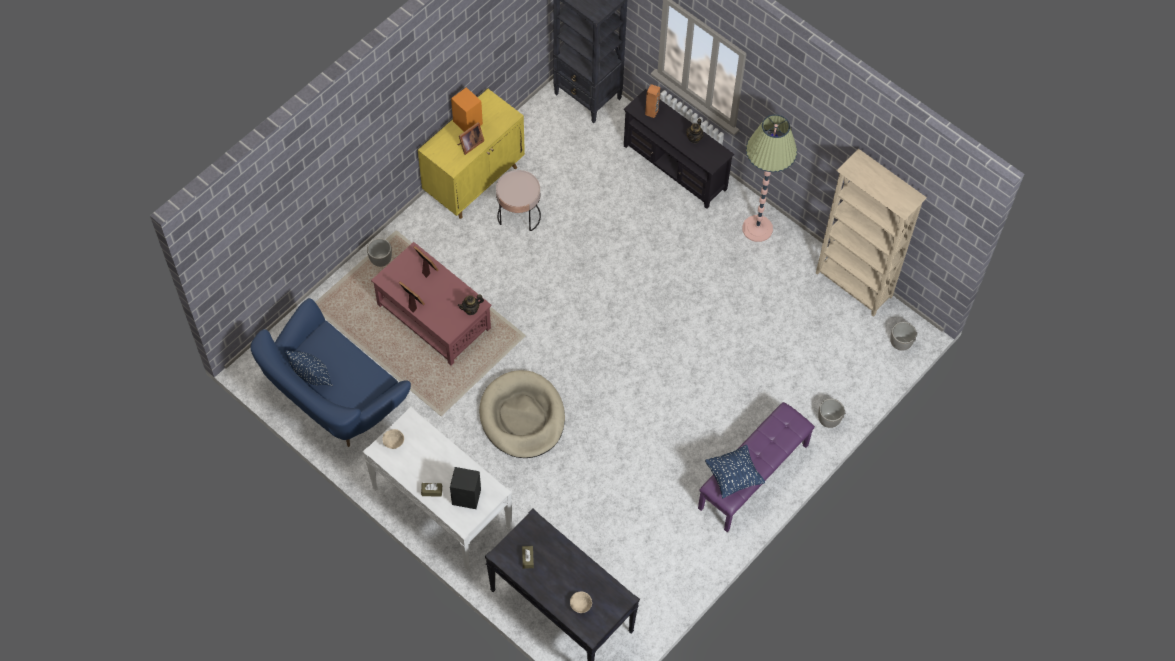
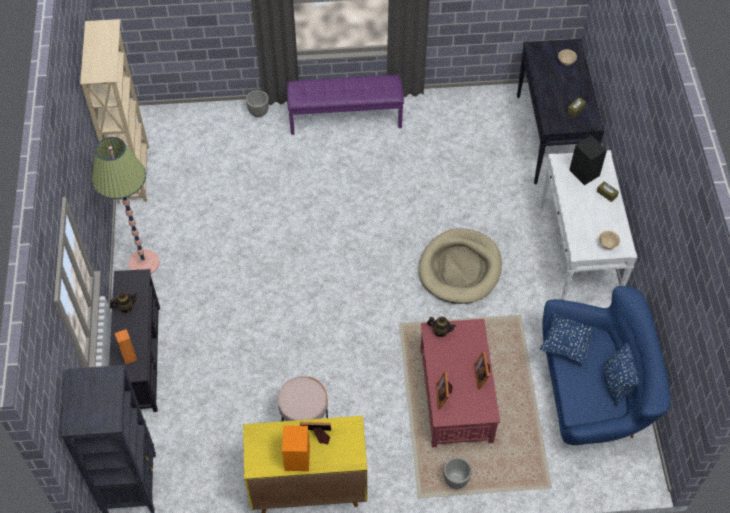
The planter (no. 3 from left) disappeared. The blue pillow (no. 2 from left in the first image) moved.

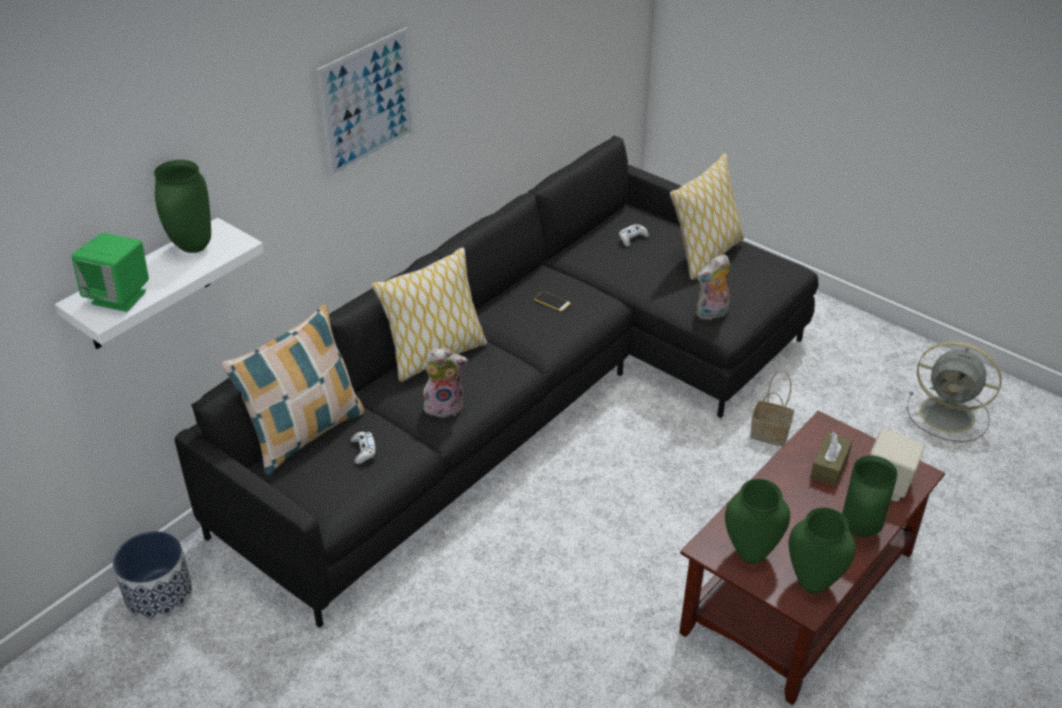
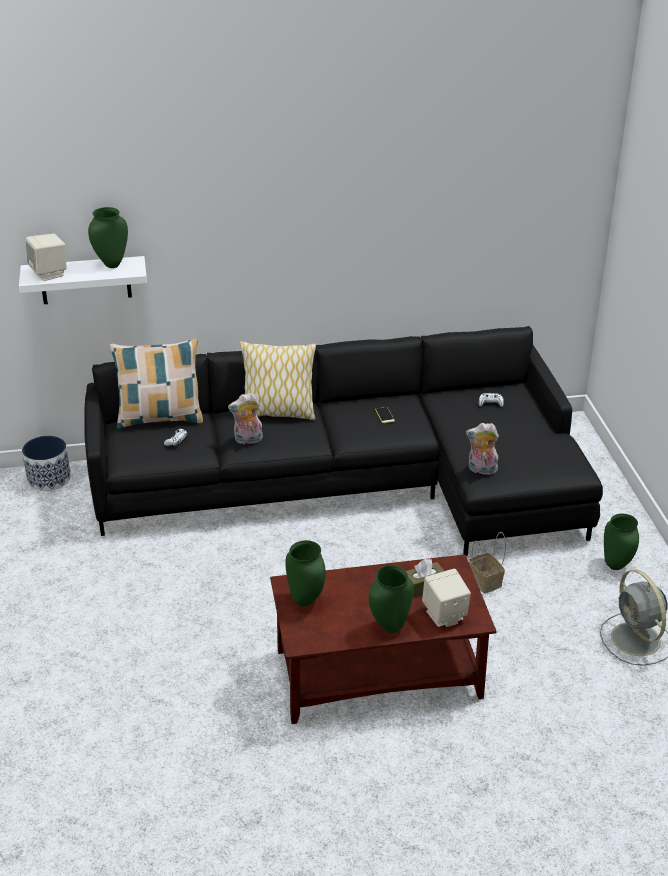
The picture disappeared. The pillow (no. 3 from left) disappeared. The green vase (no. 3 from left in the first image) moved. The green speaker became the beige speaker (no. 1 from left). The plush toy (no. 1 from left) turned 135 degrees clockwise.

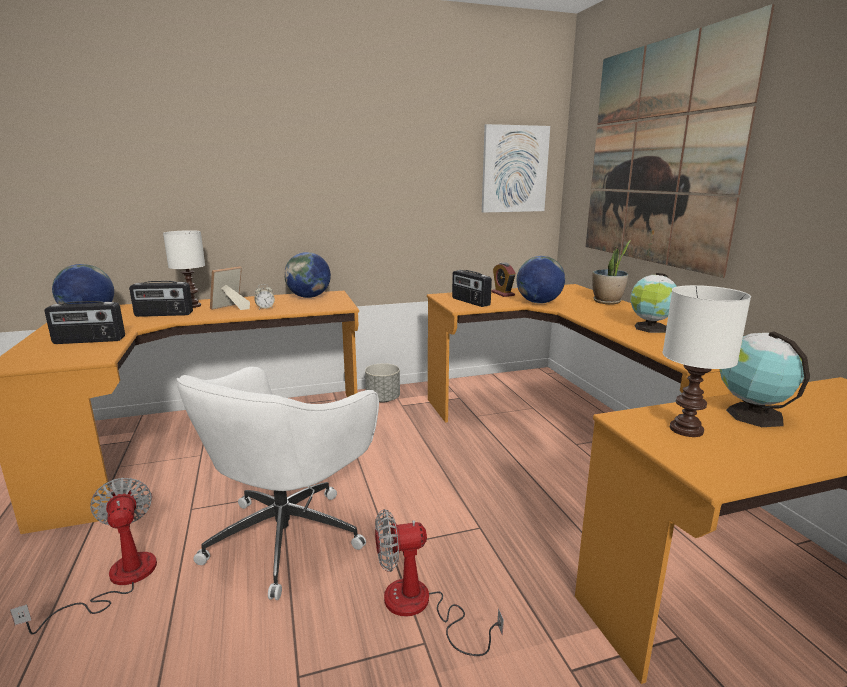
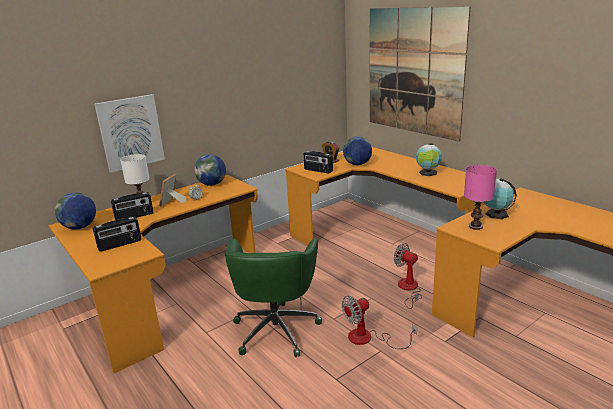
The grey planter disappeared. The potted plant disappeared. The fan (no. 1 from left in the first image) moved. The picture (no. 1 from left) moved. The white office chair became the green office chair. The white table lamp (no. 2 from left) became the pink table lamp.

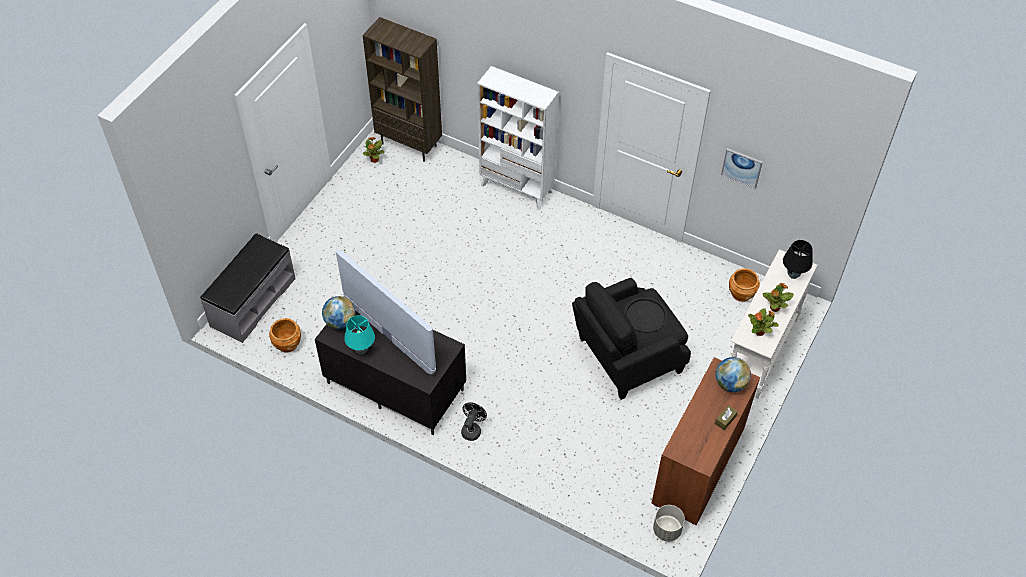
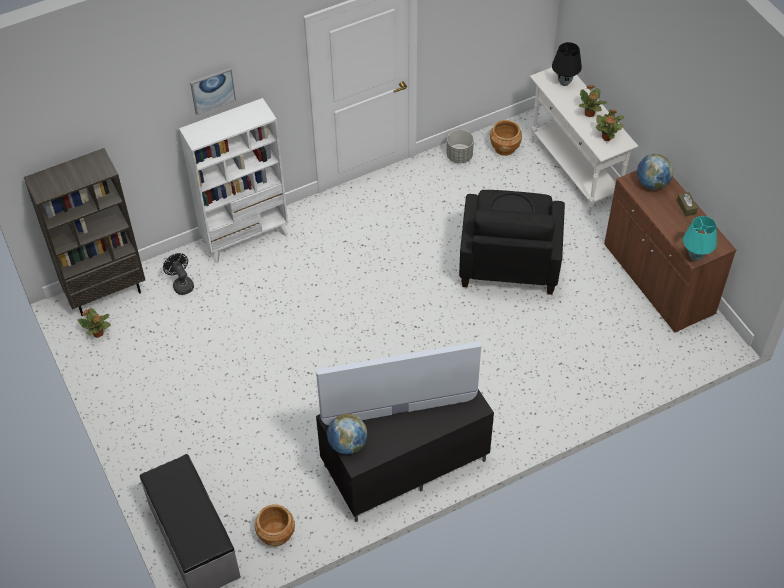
The turquoise table lamp moved. The black fan moved. The grey planter moved. The picture moved.

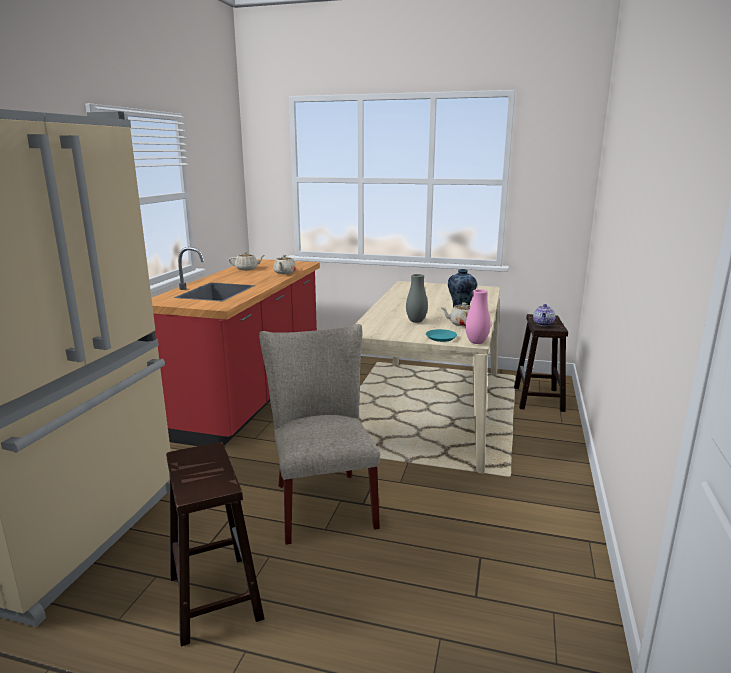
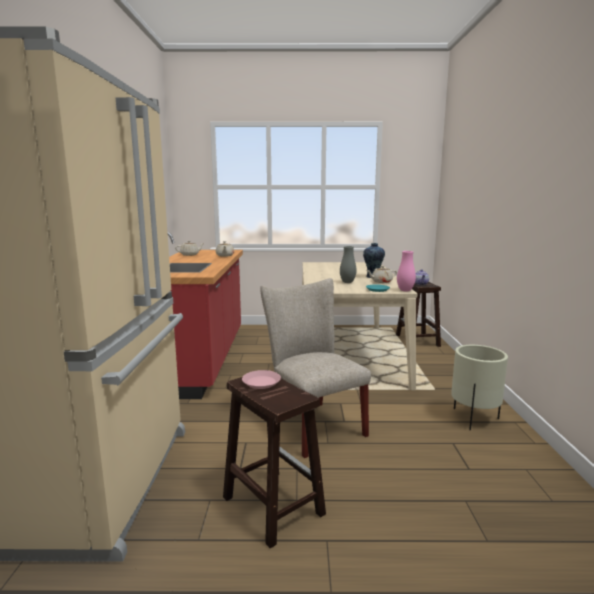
The pink plate appeared. The beige planter appeared.

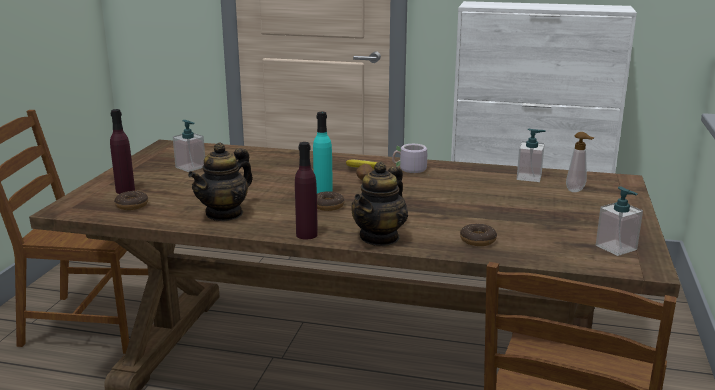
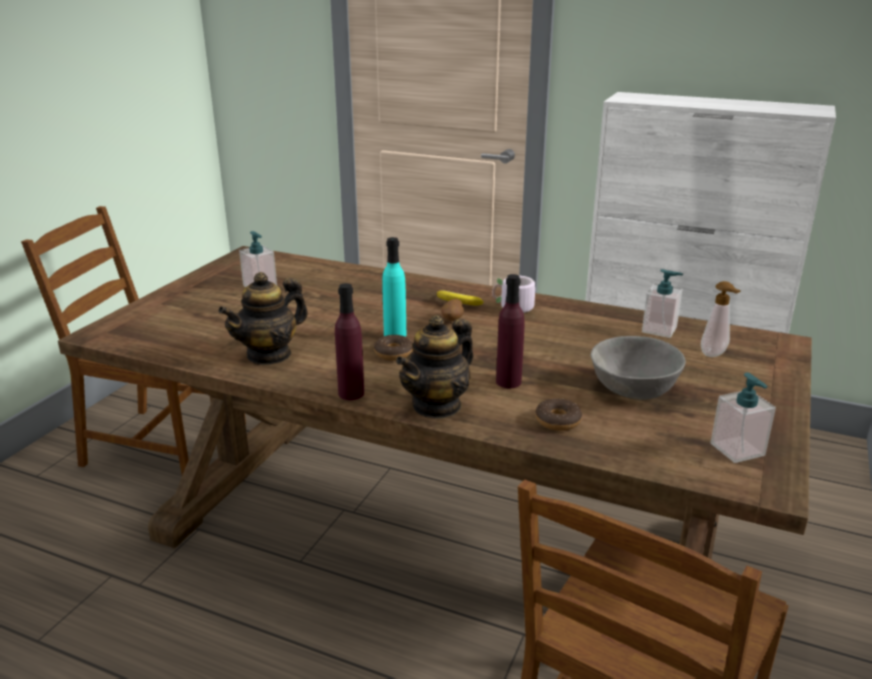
The donut (no. 1 from left) disappeared. The grey bowl appeared. The purple bottle (no. 1 from left in the first image) moved.

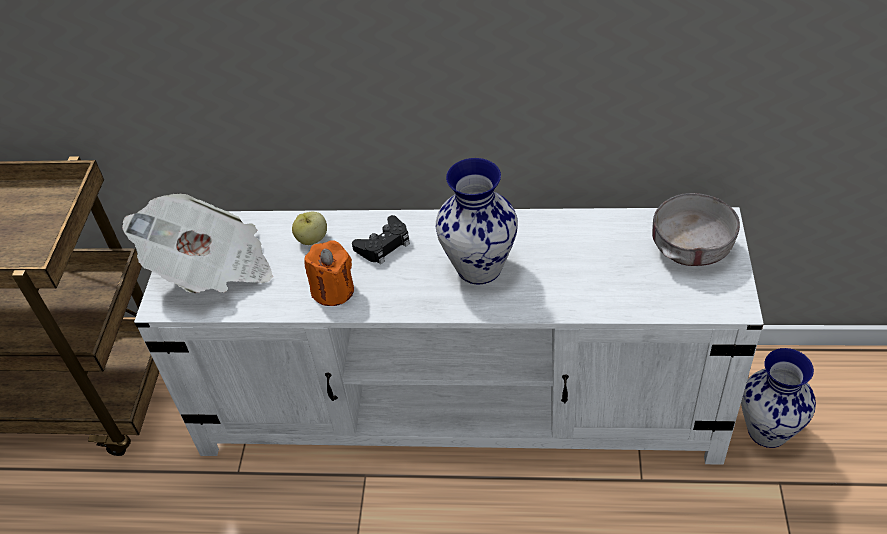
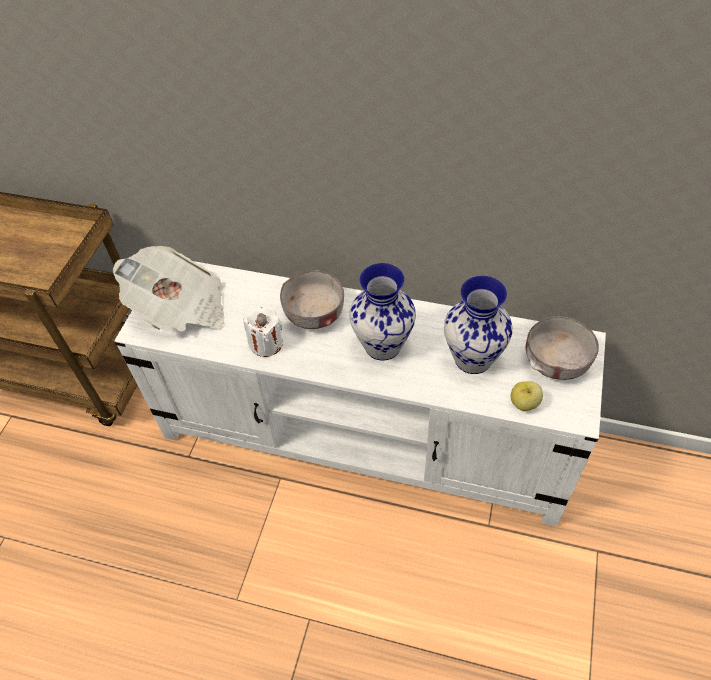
The apple moved. The vase (no. 2 from left) moved. The black game controller was replaced by the grey bowl (no. 1 from left). The orange candle became the white candle.

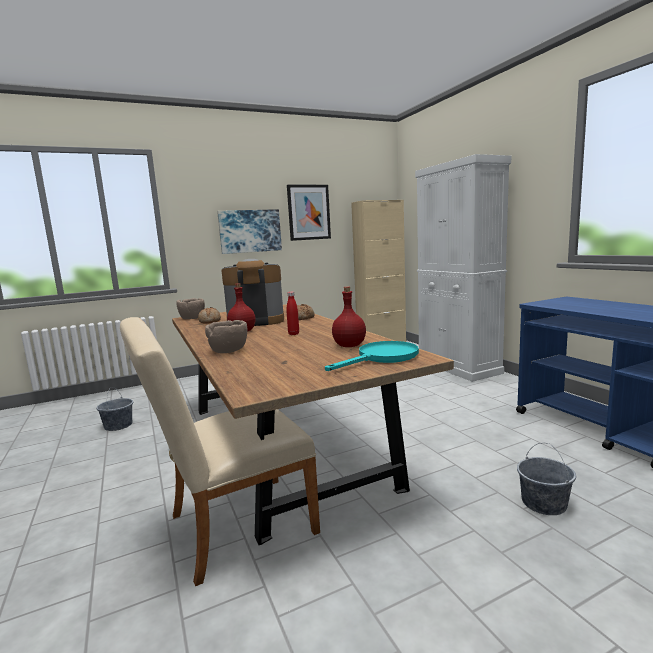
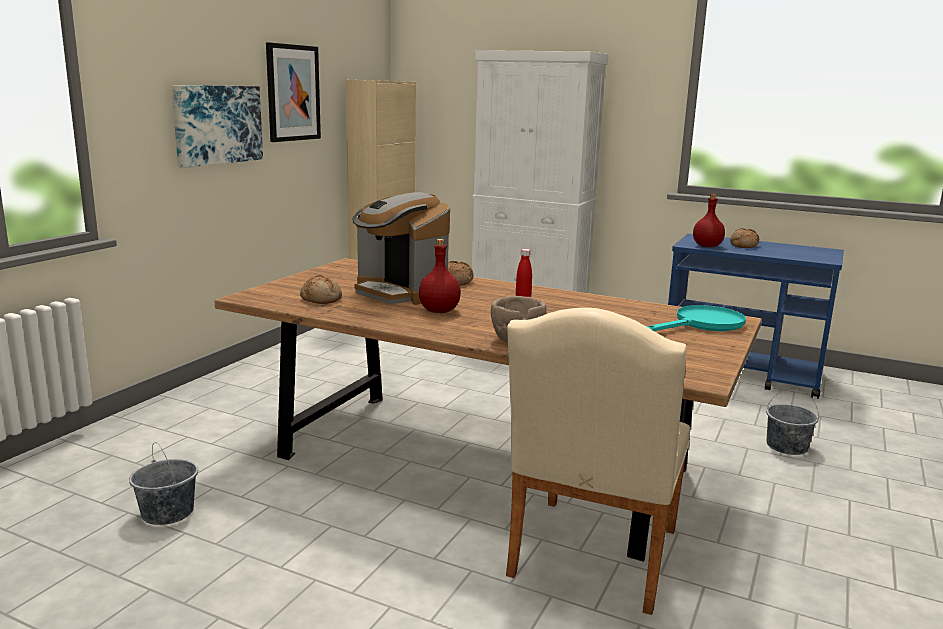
The brown bowl (no. 1 from left) disappeared. The bread (no. 3 from left) appeared. The red bottle (no. 3 from left) moved. The coffee machine turned 90 degrees counterclockwise. The turquoise frying pan turned 45 degrees clockwise.

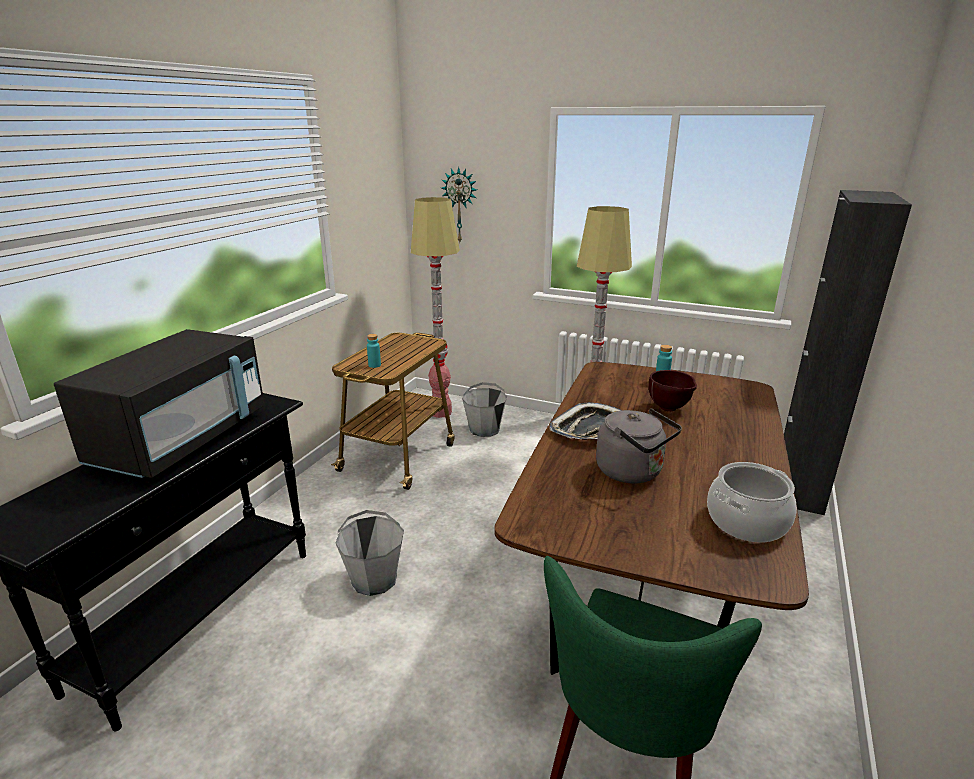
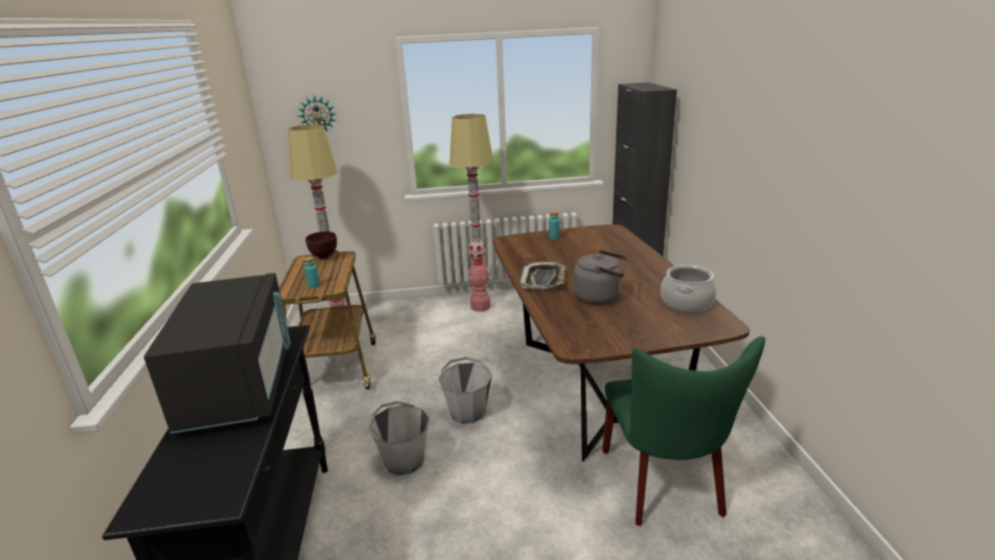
The grey bucket (no. 2 from left) moved. The brown bowl moved.

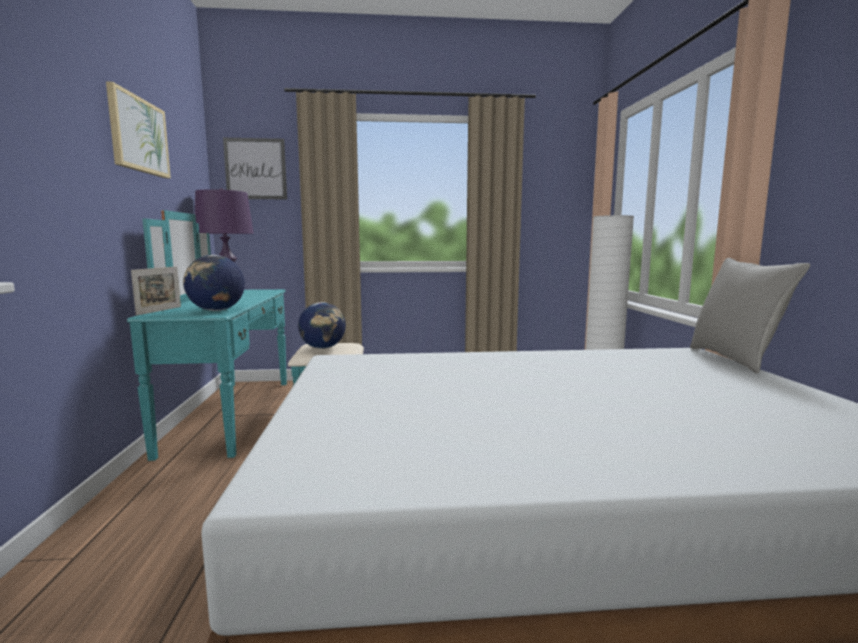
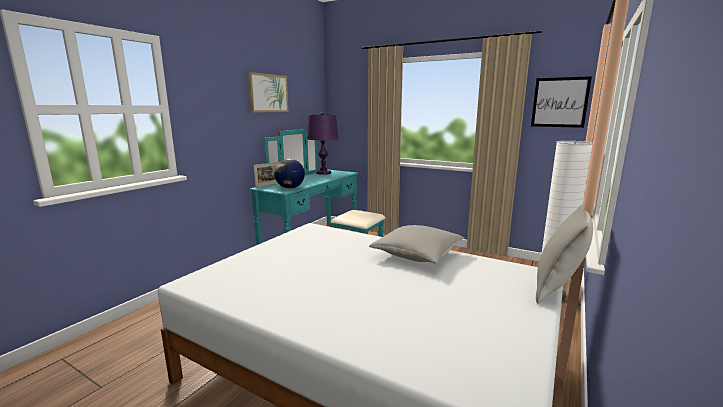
The globe (no. 2 from left) disappeared. The grey pillow (no. 1 from left) appeared. The picture (no. 2 from left) moved.

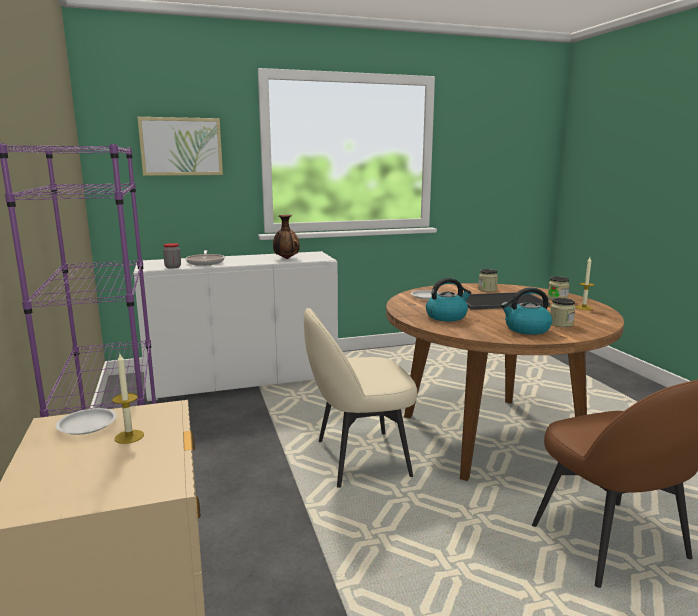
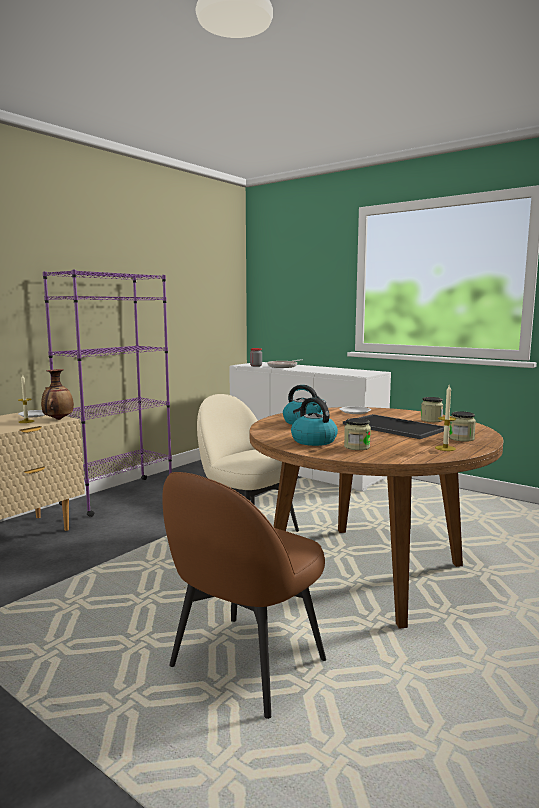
The picture disappeared. The vase moved.

